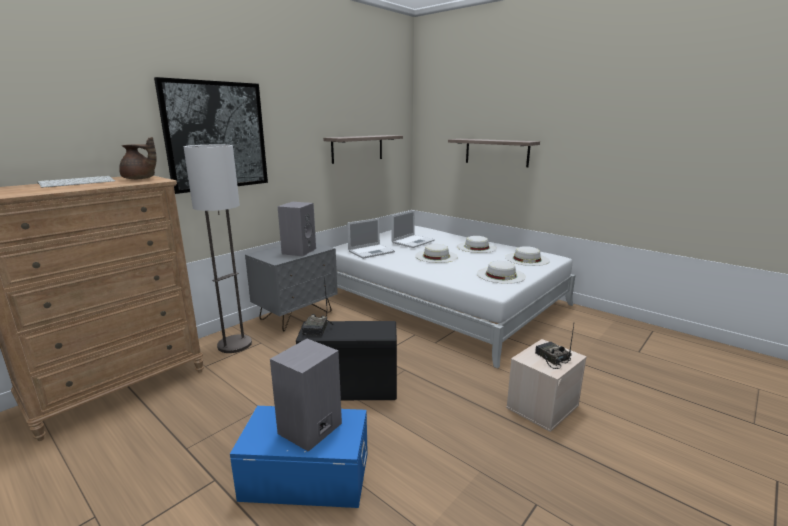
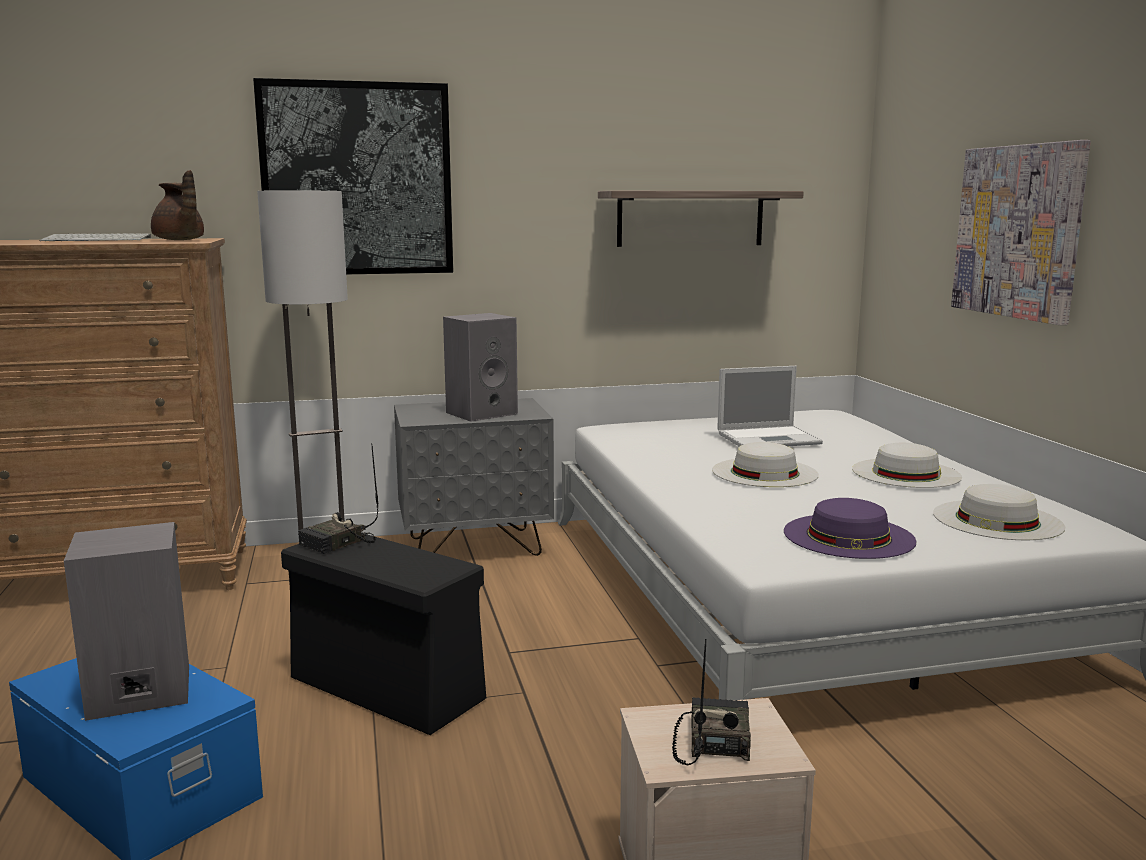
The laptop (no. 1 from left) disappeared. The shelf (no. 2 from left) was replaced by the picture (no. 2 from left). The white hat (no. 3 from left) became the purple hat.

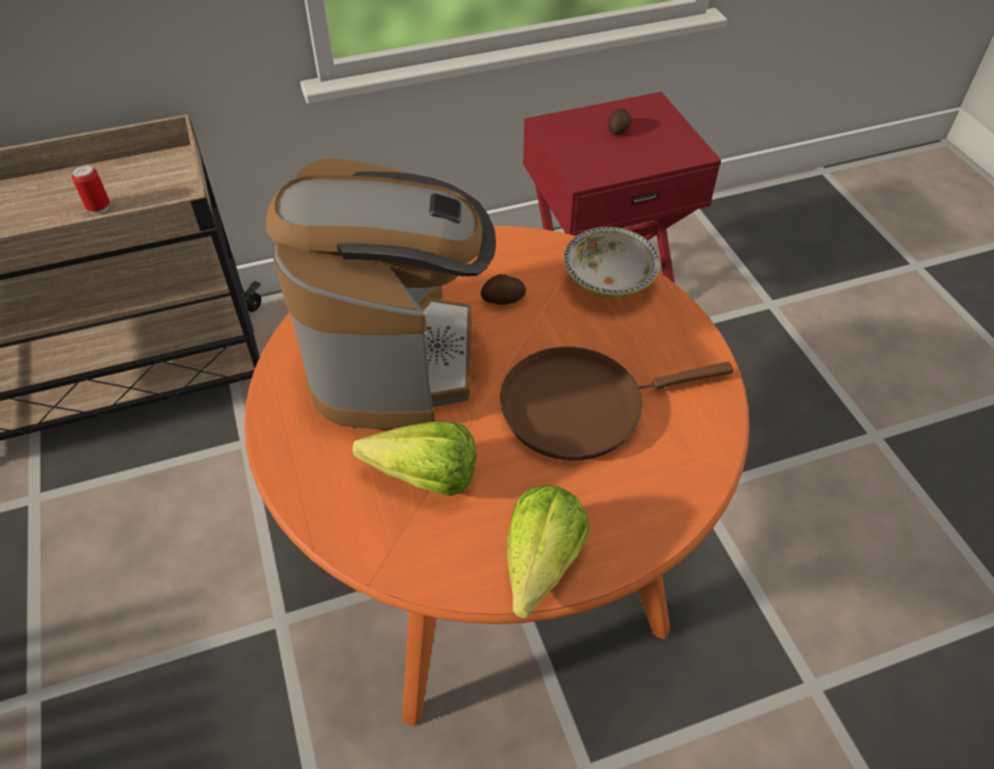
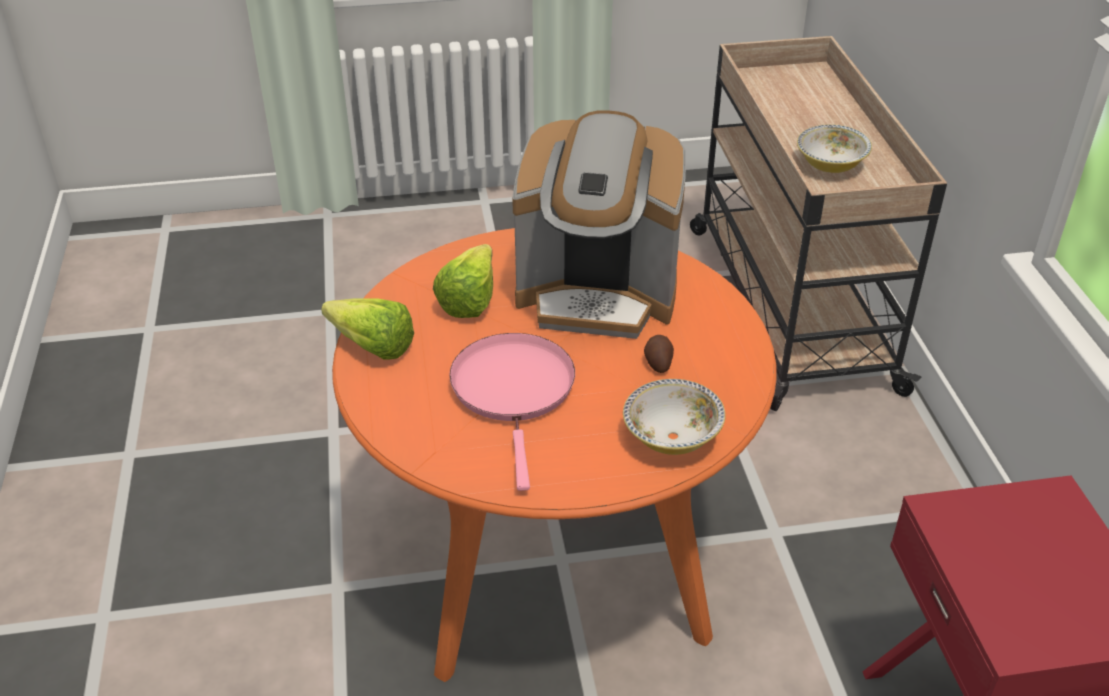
The potato (no. 2 from left) disappeared. The can was replaced by the bowl (no. 2 from left). The brown frying pan became the pink frying pan.

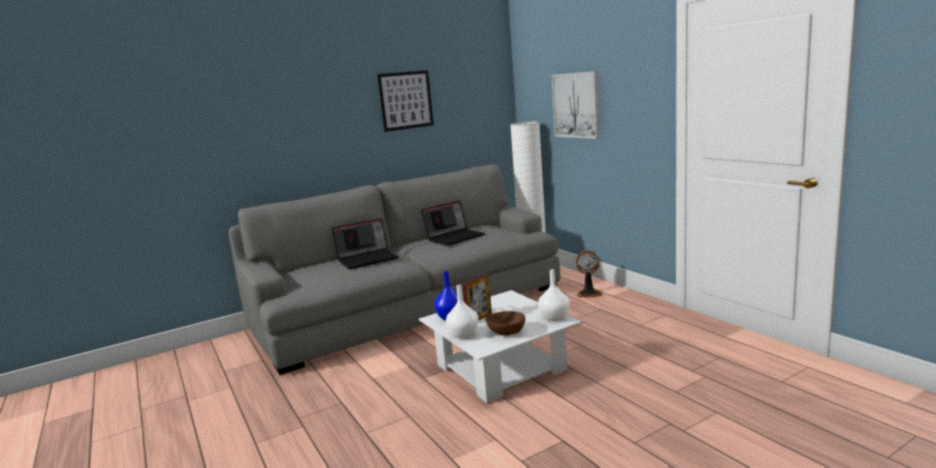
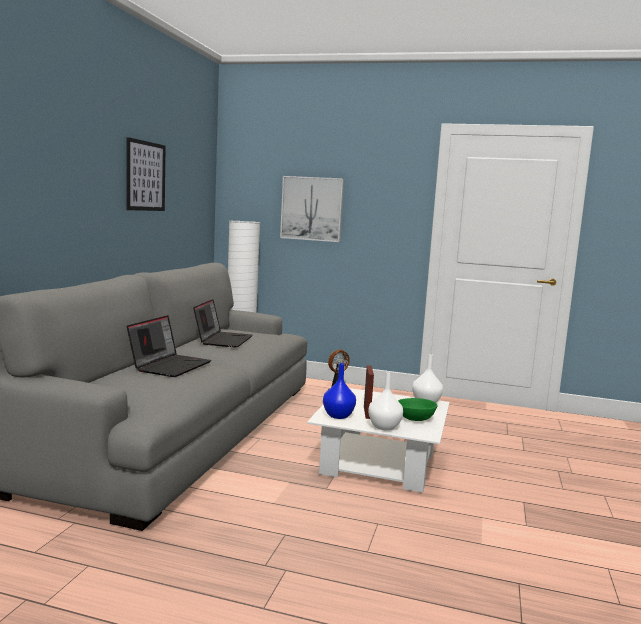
The brown bowl became the green bowl.

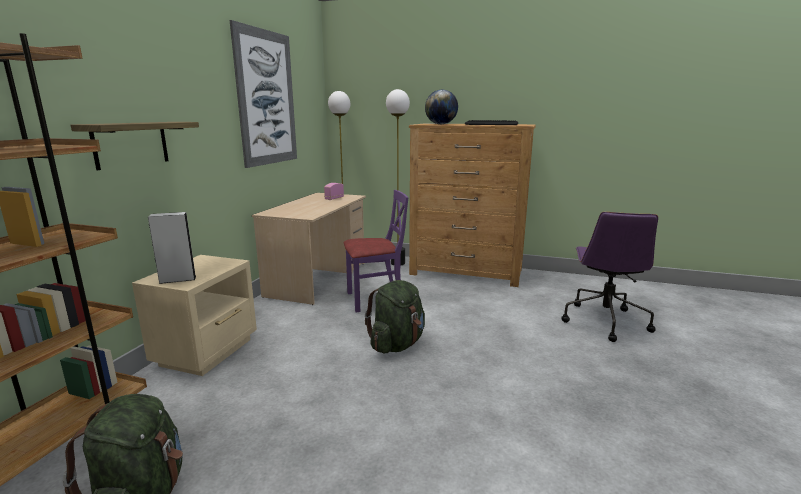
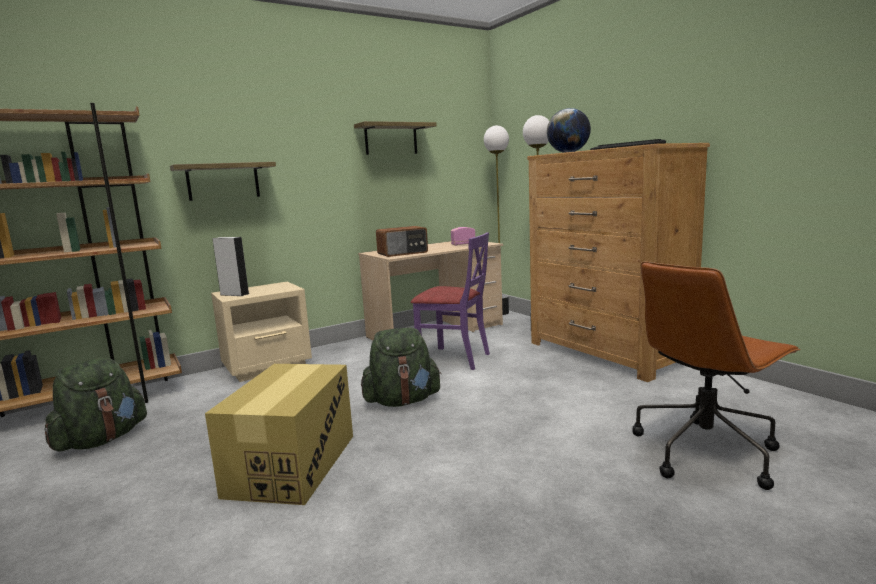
The cardboard box appeared. The radio (no. 1 from left) appeared. The picture was replaced by the shelf (no. 2 from left). The purple office chair became the brown office chair.

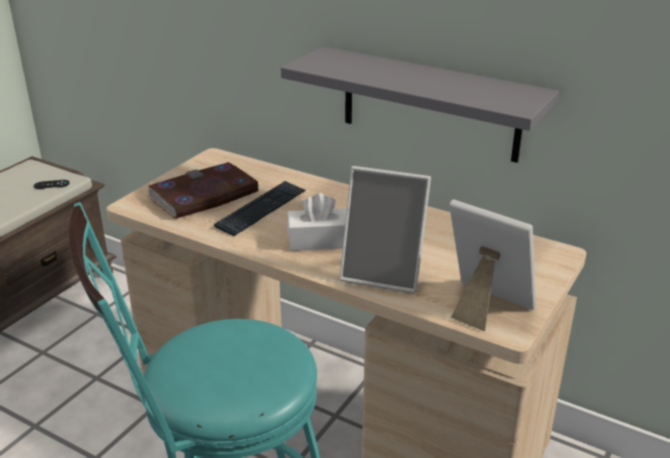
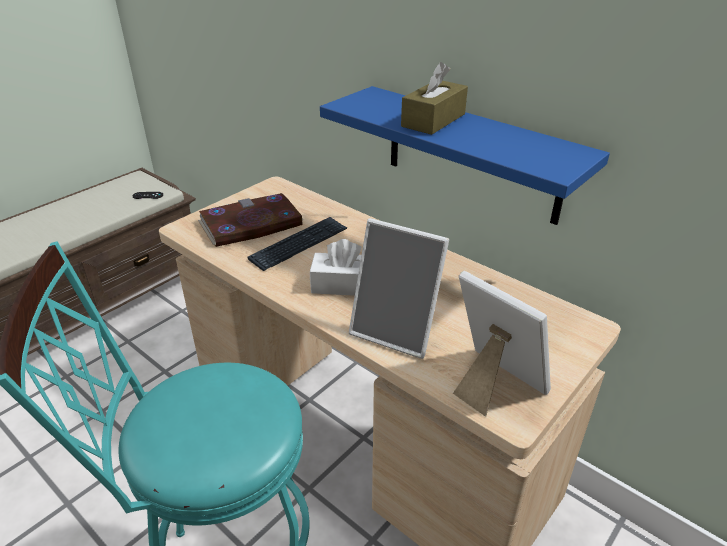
The brown tissue box appeared. The grey shelf became the blue shelf.

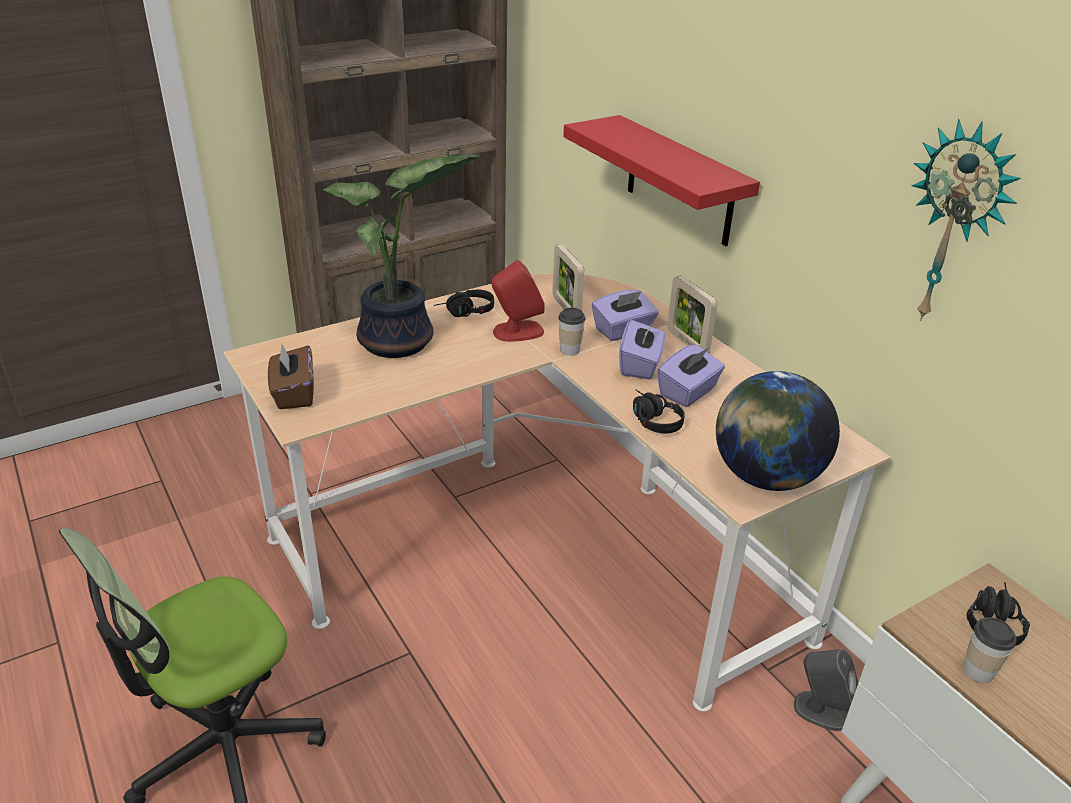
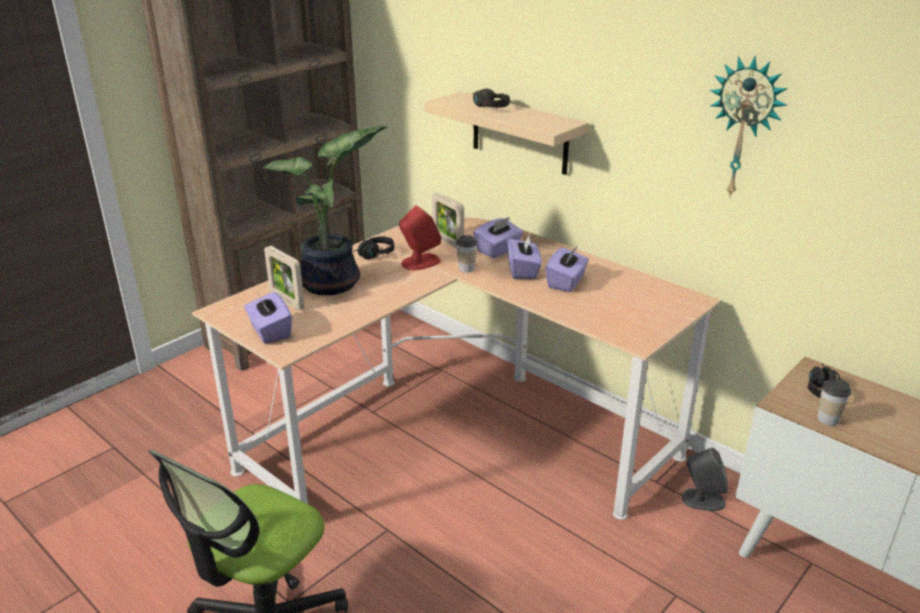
The globe disappeared. The black headphones (no. 2 from left) moved. The picture frame (no. 2 from left in the first image) moved. The brown tissue box became the purple tissue box (no. 1 from left). The red shelf became the beige shelf.

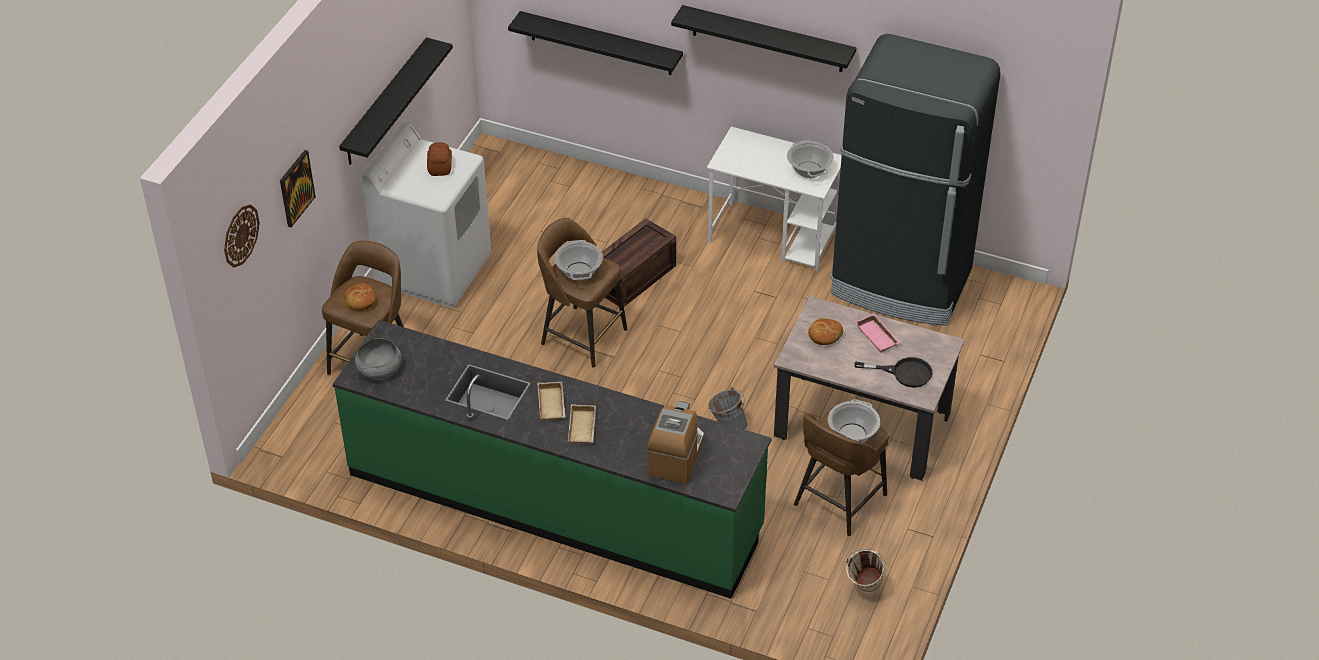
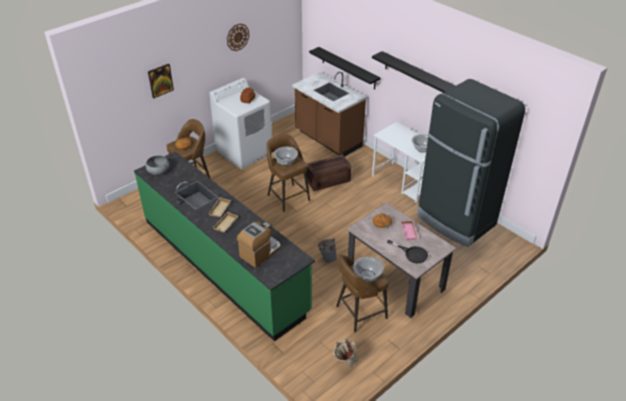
The black shelf (no. 1 from left) disappeared. The brown counter appeared. The wall clock moved.

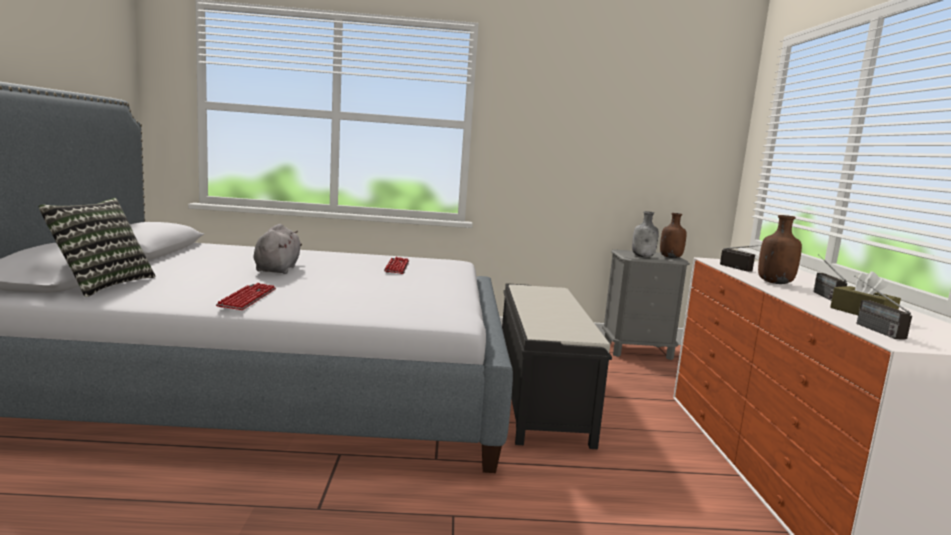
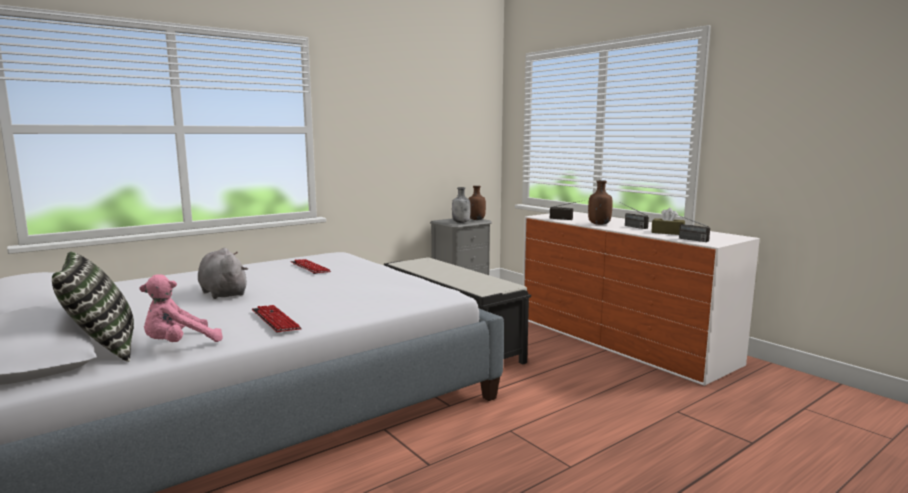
The pink plush toy appeared.

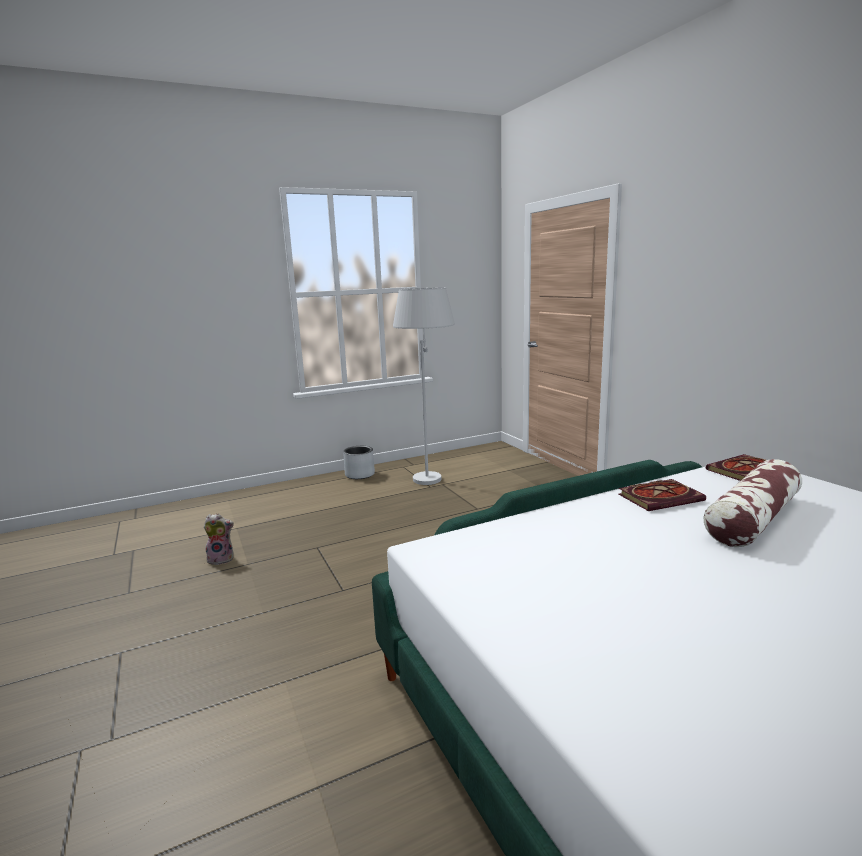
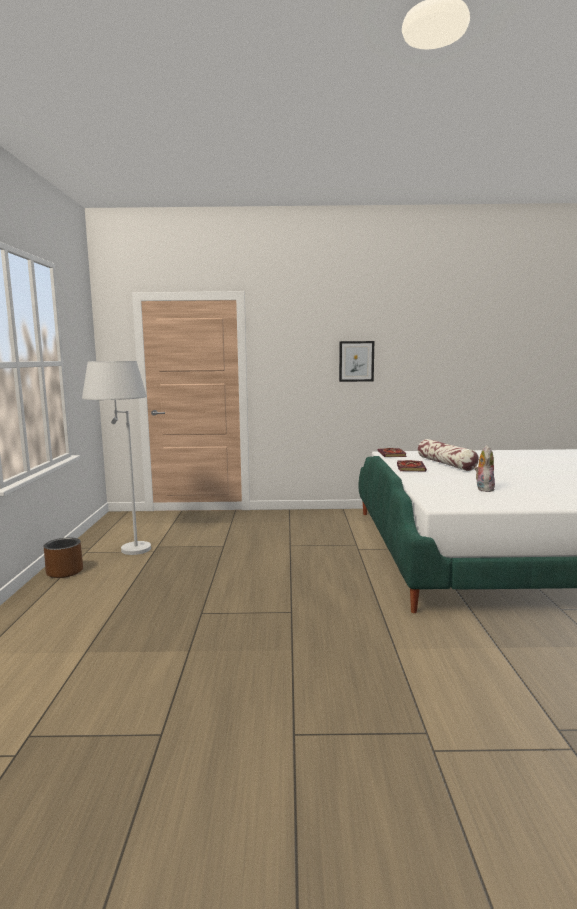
The picture appeared. The plush toy moved. The grey planter became the brown planter.

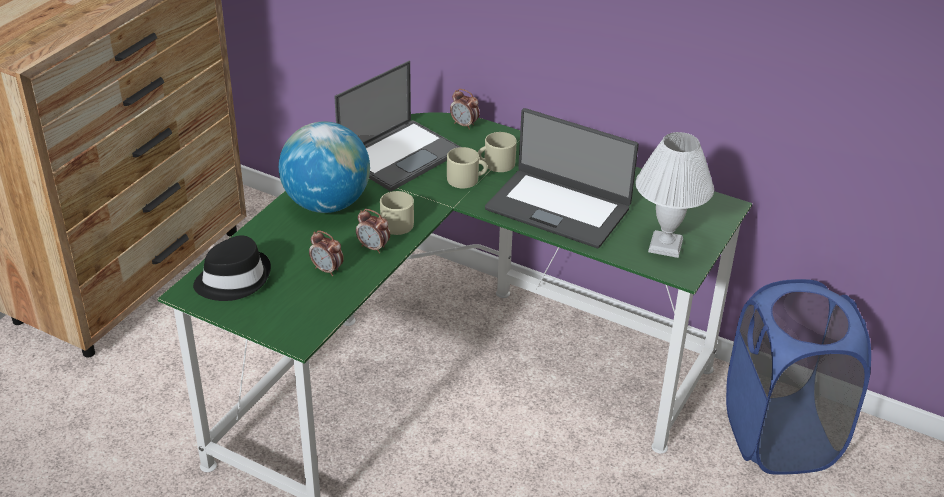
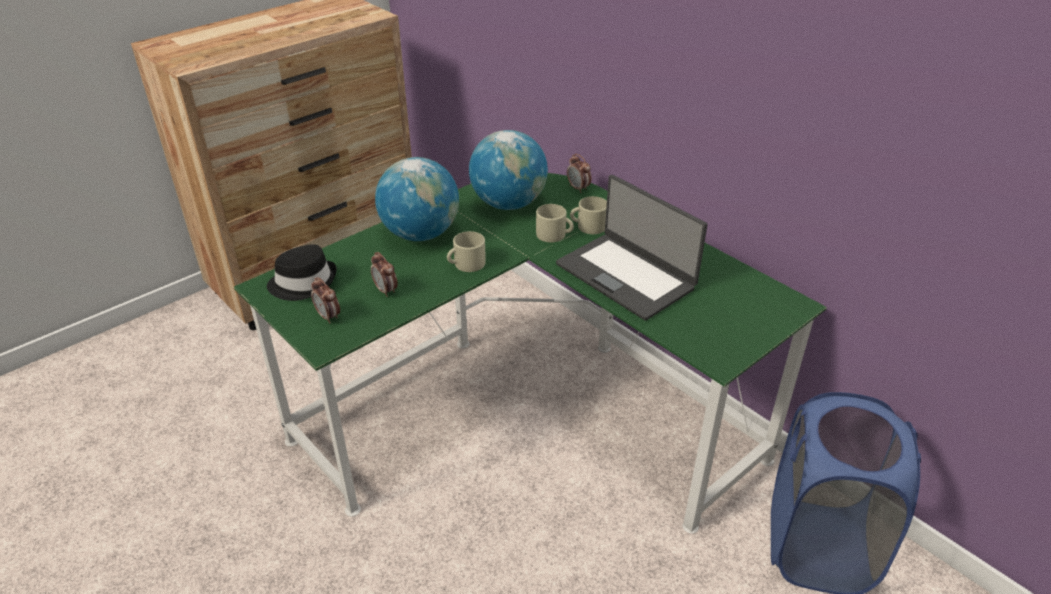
The white table lamp disappeared. The alarm clock (no. 2 from left in the first image) moved. The laptop (no. 1 from left) was replaced by the globe (no. 2 from left).

